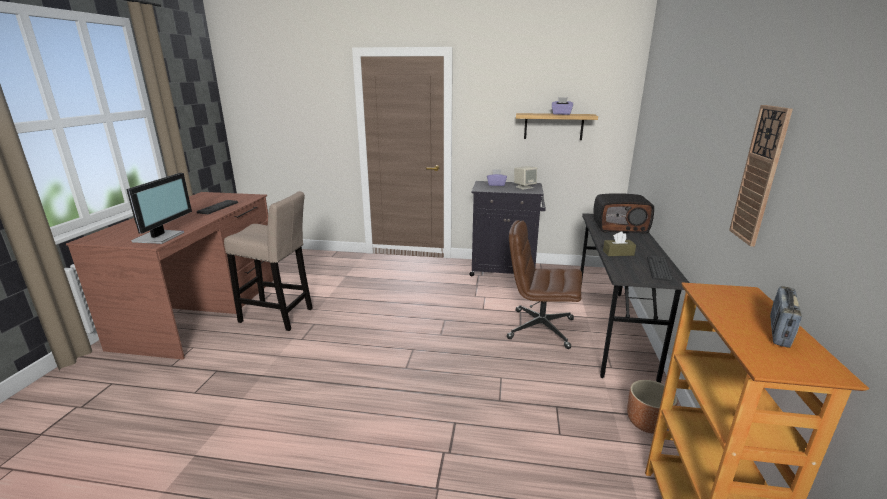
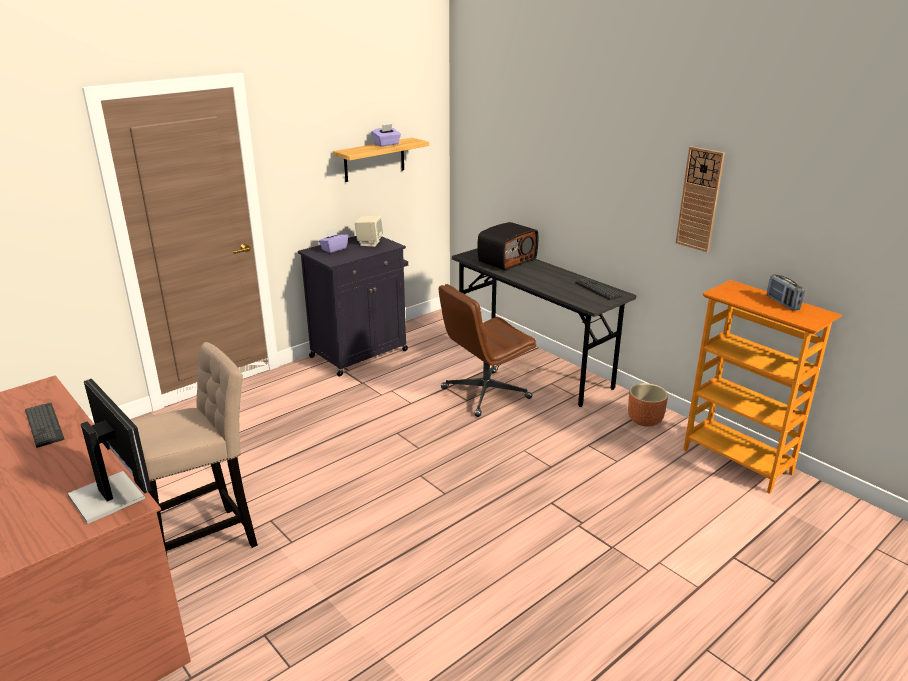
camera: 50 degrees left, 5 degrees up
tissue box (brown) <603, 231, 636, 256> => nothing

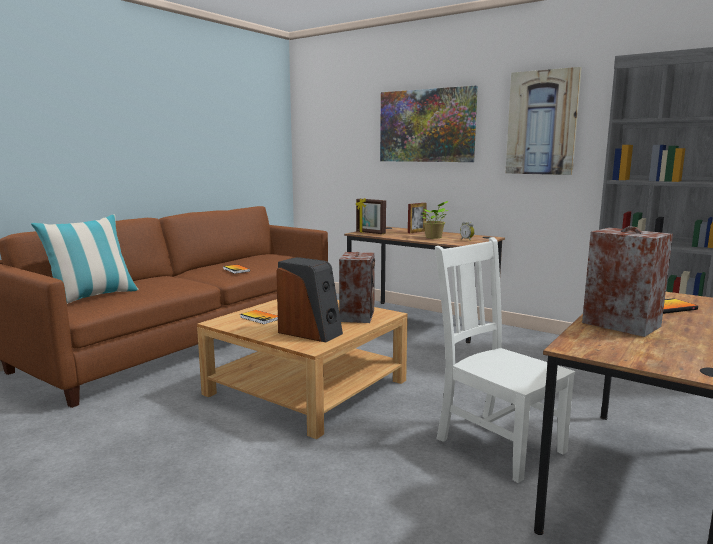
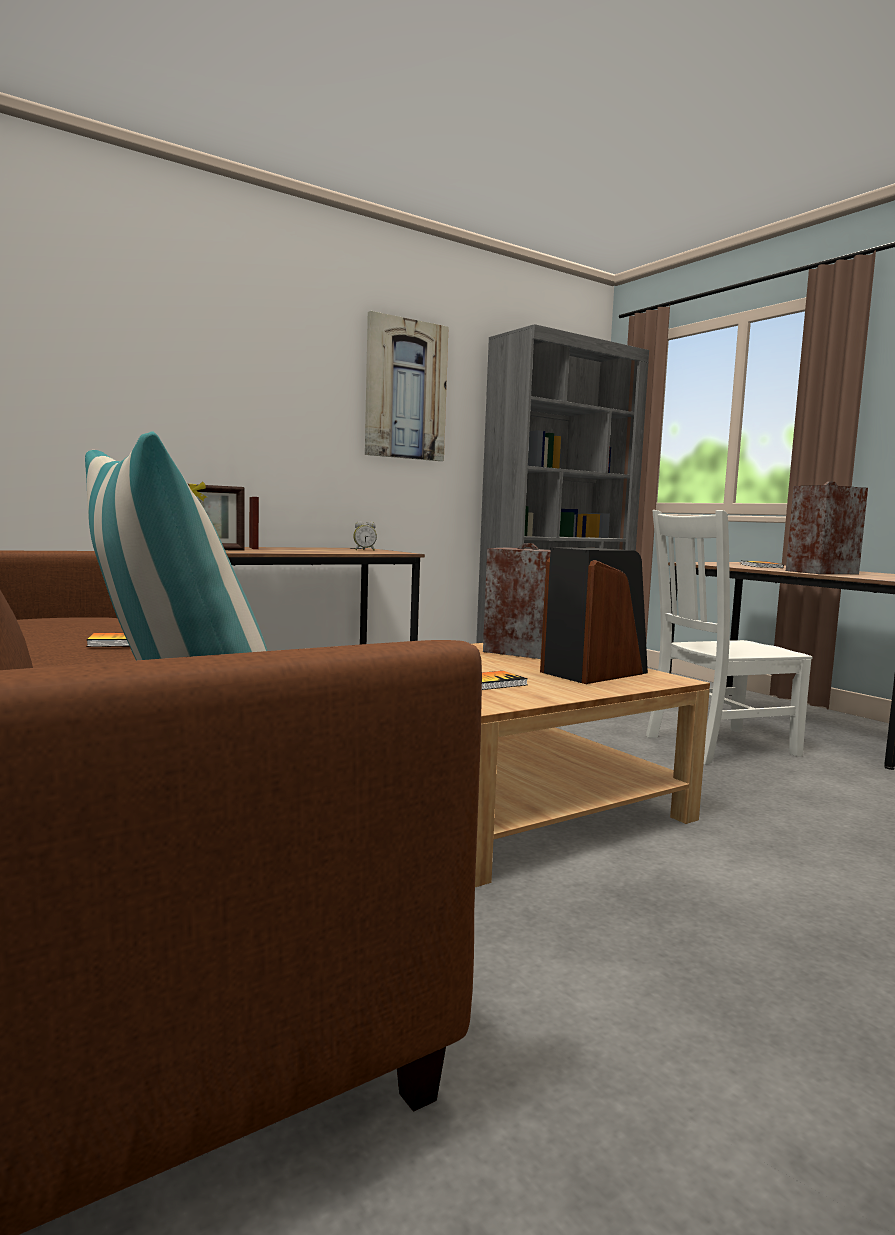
camera: 70 degrees left, 5 degrees down
picture <380, 86, 478, 162> => nothing
potted plant <421, 201, 448, 239> => nothing

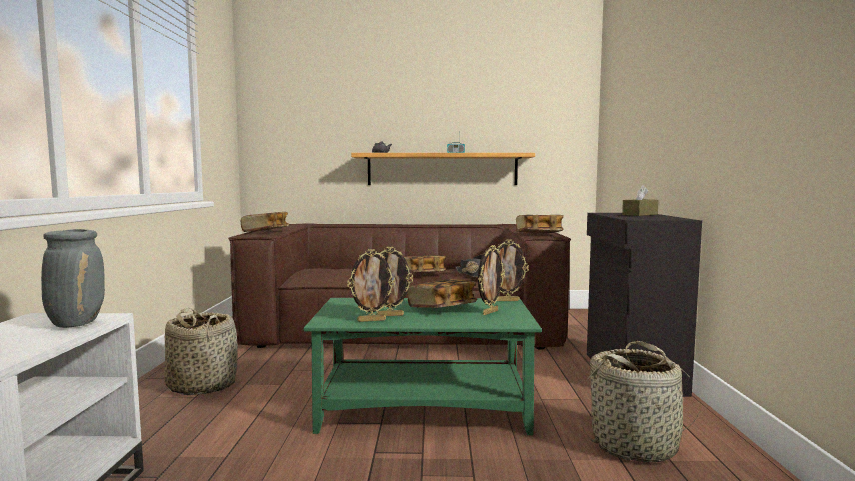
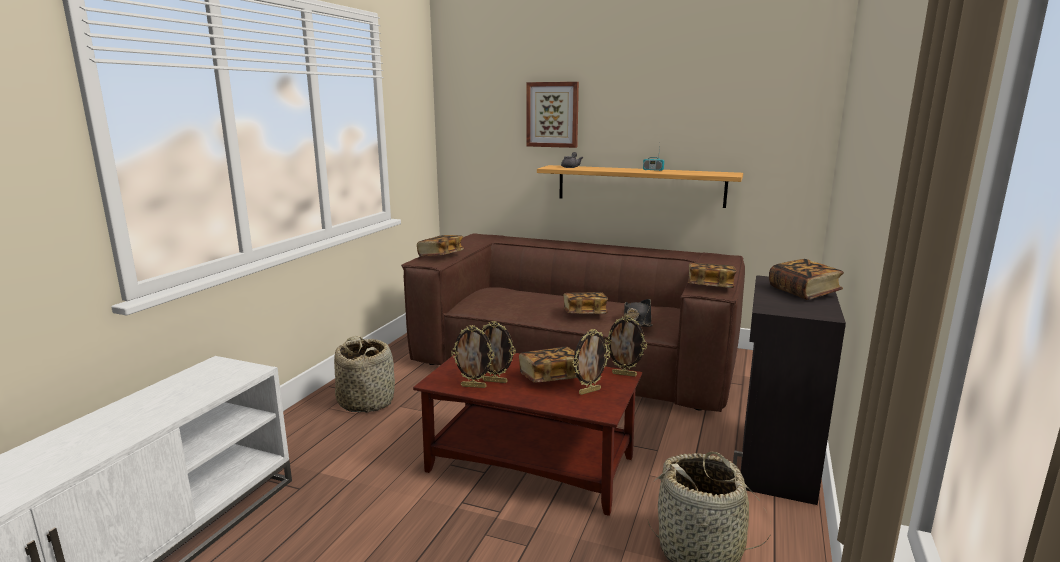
camera: 20 degrees right, 10 degrees up
vase (grey) <41, 229, 105, 328> => nothing
coffee table (green) <303, 298, 542, 435> => coffee table (brown) <413, 352, 642, 516>
tissue box (brown) <622, 185, 659, 216> => book <769, 259, 844, 300>
nothing => picture <526, 82, 579, 148>

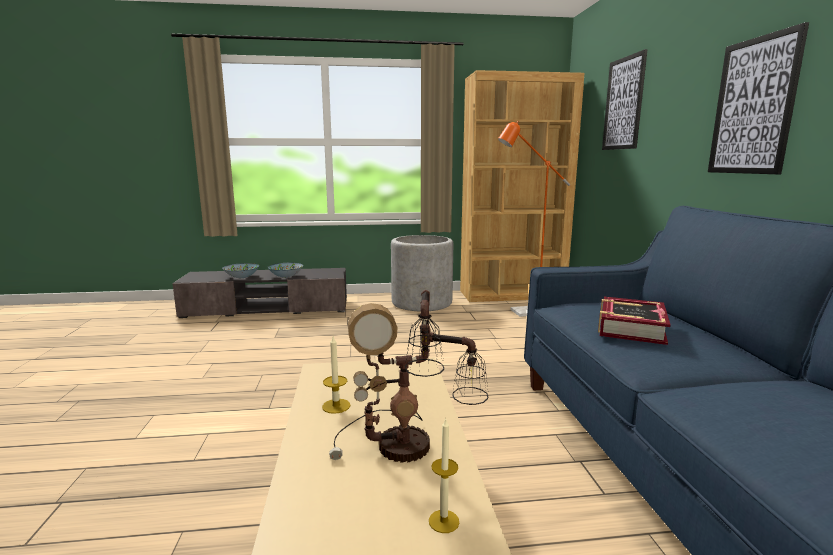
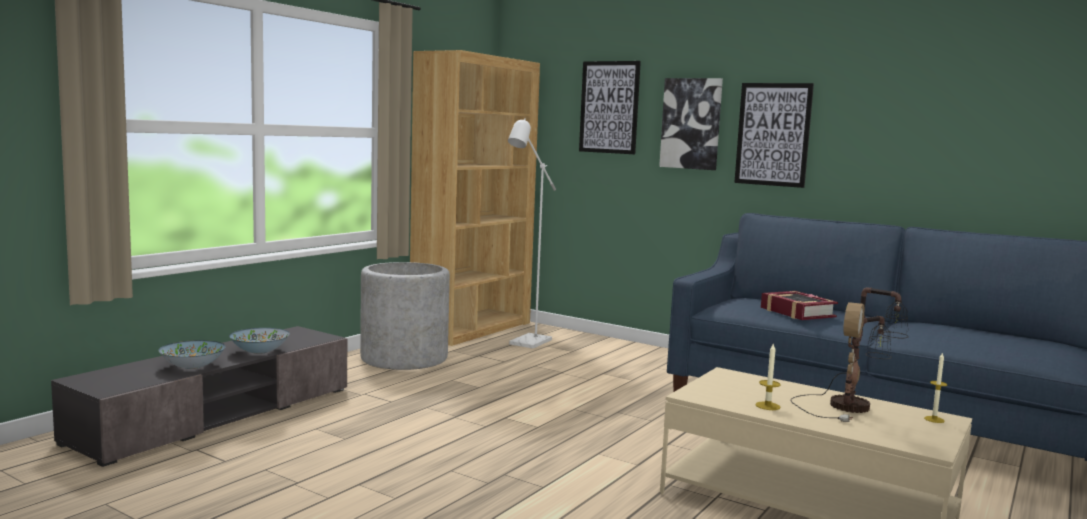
camera: 50 degrees left, 5 degrees down
floor lamp (orange) <498, 121, 570, 317> => floor lamp (white) <508, 118, 556, 349>
nothing => picture <659, 78, 723, 170>

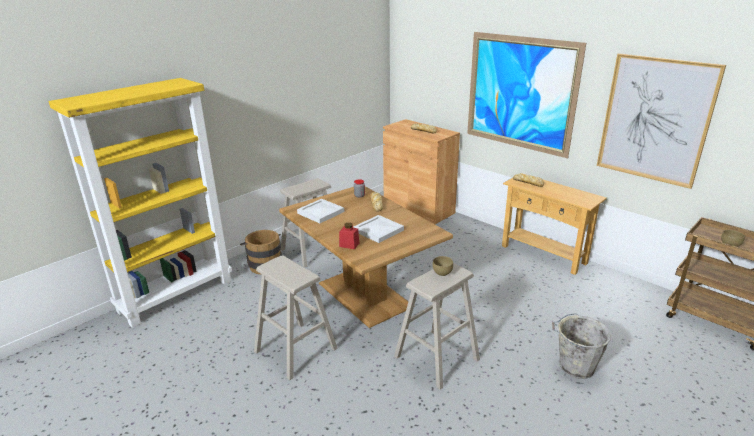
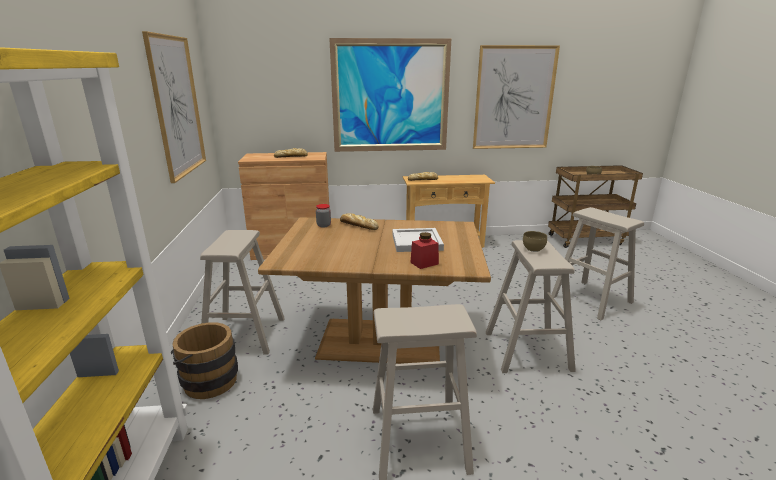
camera: 50 degrees left, 5 degrees down
tray (white) <297, 199, 344, 223> => nothing
bucket (grey) <552, 313, 611, 379> => stool (beige) <551, 207, 644, 320>
nothing => picture <142, 31, 206, 183>

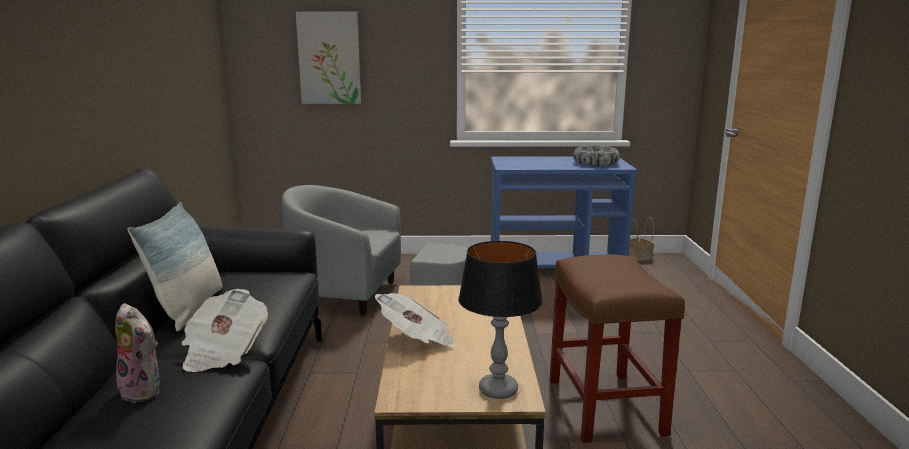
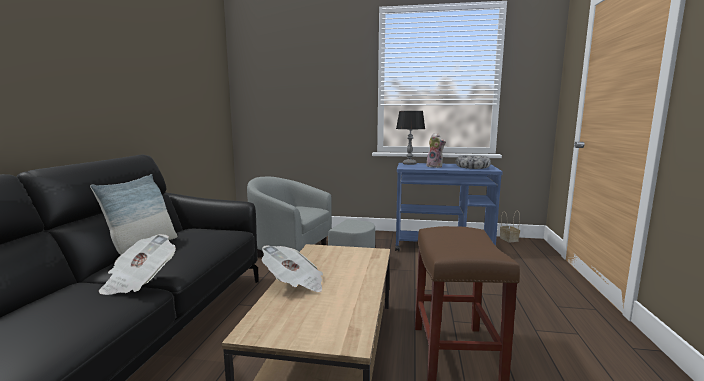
camera: 10 degrees right, 5 degrees down
plush toy <115, 303, 160, 403> => plush toy <426, 133, 446, 168>, moved
picture <296, 11, 361, 104> => nothing
table lamp <458, 241, 543, 399> => table lamp <396, 111, 425, 165>, moved

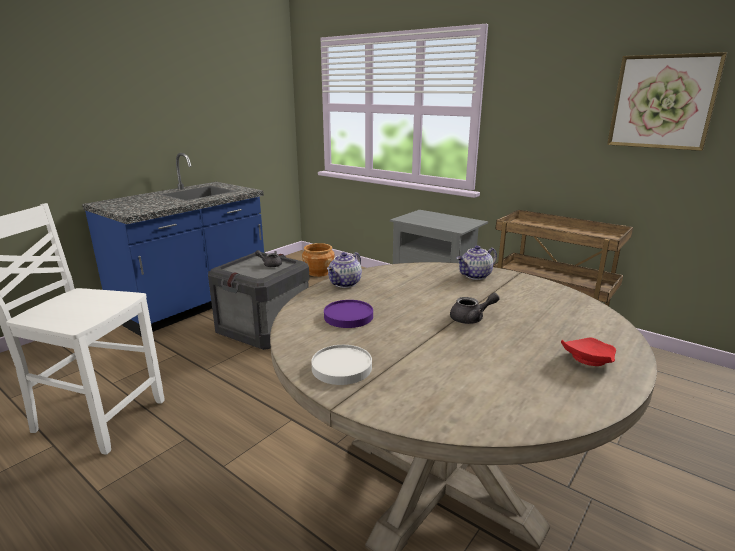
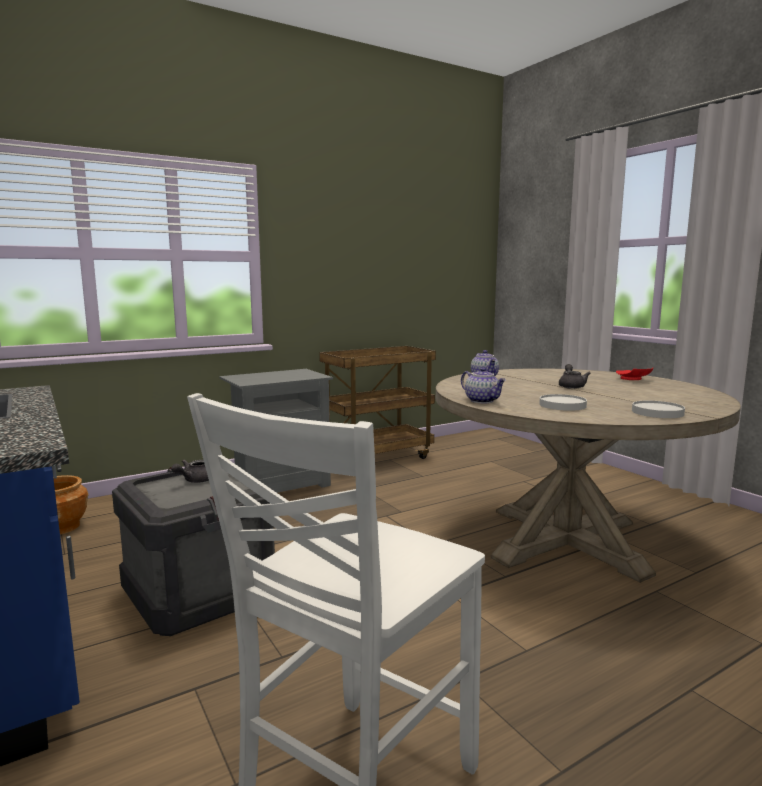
camera: 70 degrees left, 10 degrees down
plate (purple) <324, 300, 373, 328> => plate (white) <539, 394, 587, 411>
picture <607, 52, 727, 151> => nothing

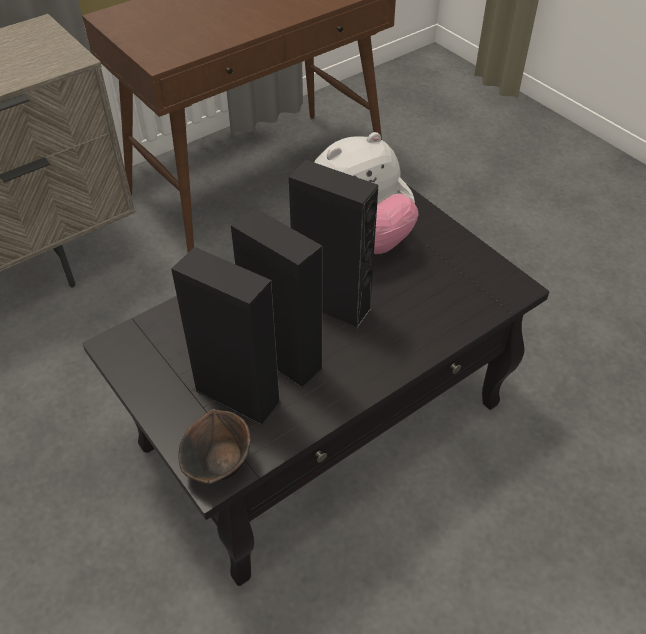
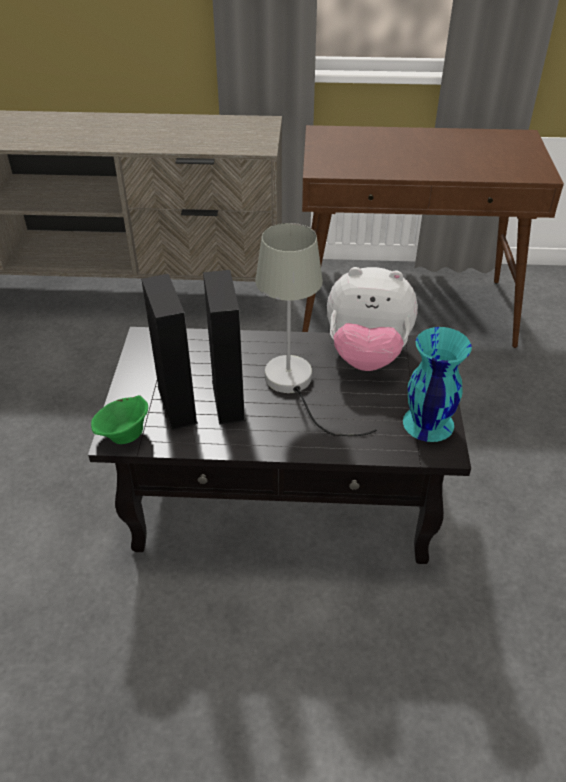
camera: 40 degrees right, 5 degrees down
bowl (brown) <178, 409, 251, 484> => bowl (green) <91, 395, 148, 444>
speaker (black) <289, 160, 378, 328> => table lamp (grey) <255, 223, 377, 436>
nothing => vase (turquoise) <403, 327, 472, 442>

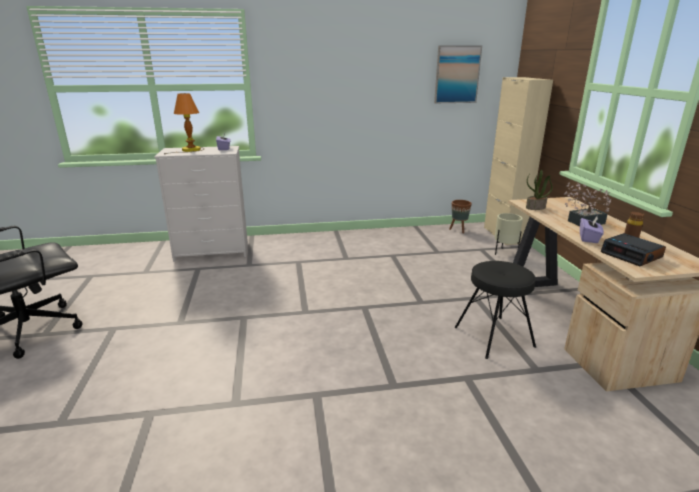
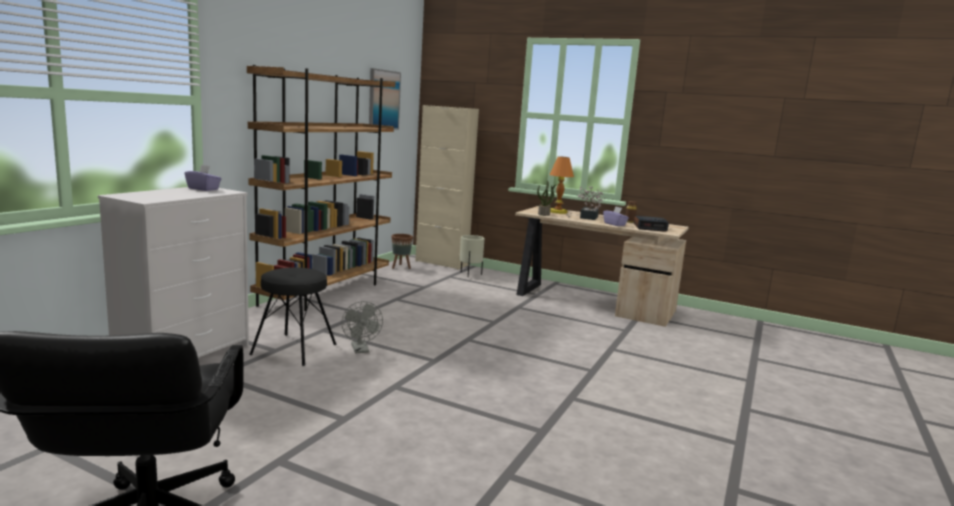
camera: 55 degrees left, 10 degrees down
table lamp <164, 93, 205, 154> => table lamp <550, 156, 574, 217>, moved
stool (black) <455, 261, 536, 359> => stool (black) <249, 267, 337, 366>, moved
nothing => bookcase (brown) <247, 65, 395, 311>
nothing => fan (grey) <342, 301, 383, 353>

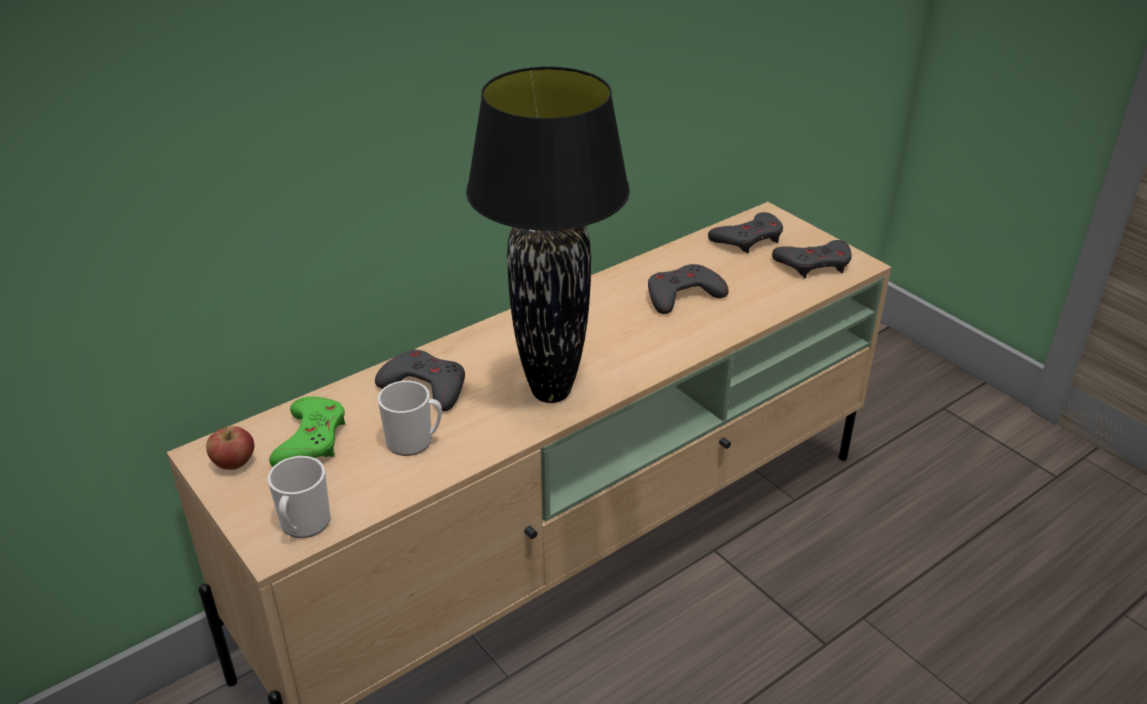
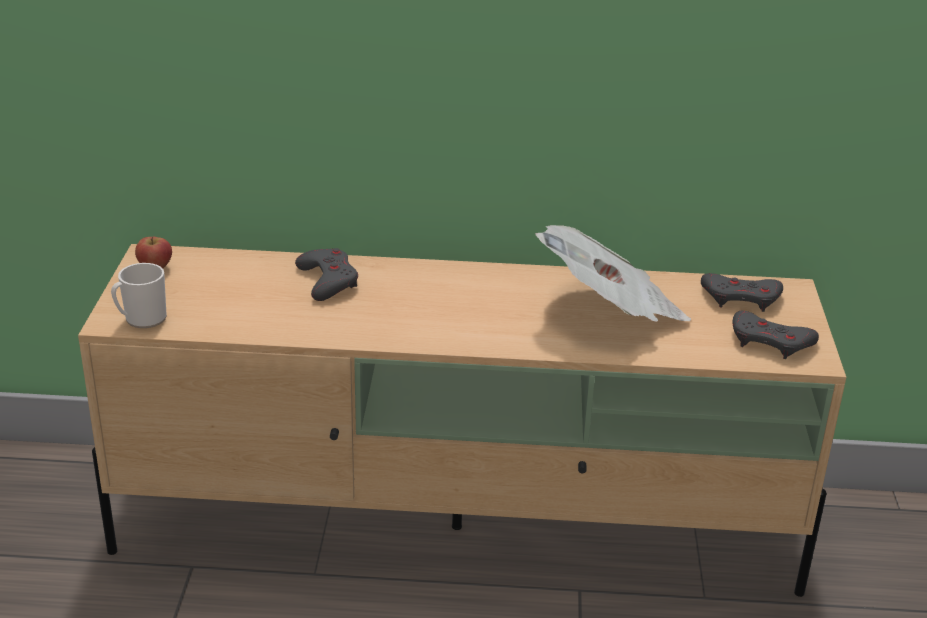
camera: 40 degrees right, 5 degrees down
game controller (green) <269, 396, 345, 467> => nothing
mug <378, 381, 442, 456> => nothing
table lamp (black) <466, 66, 630, 403> => nothing
game controller (grey) <648, 264, 729, 314> => newspaper <535, 225, 691, 322>

